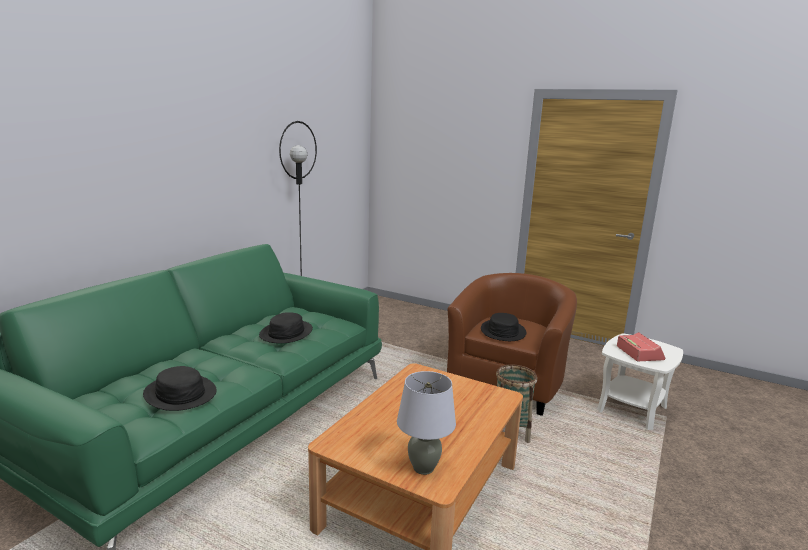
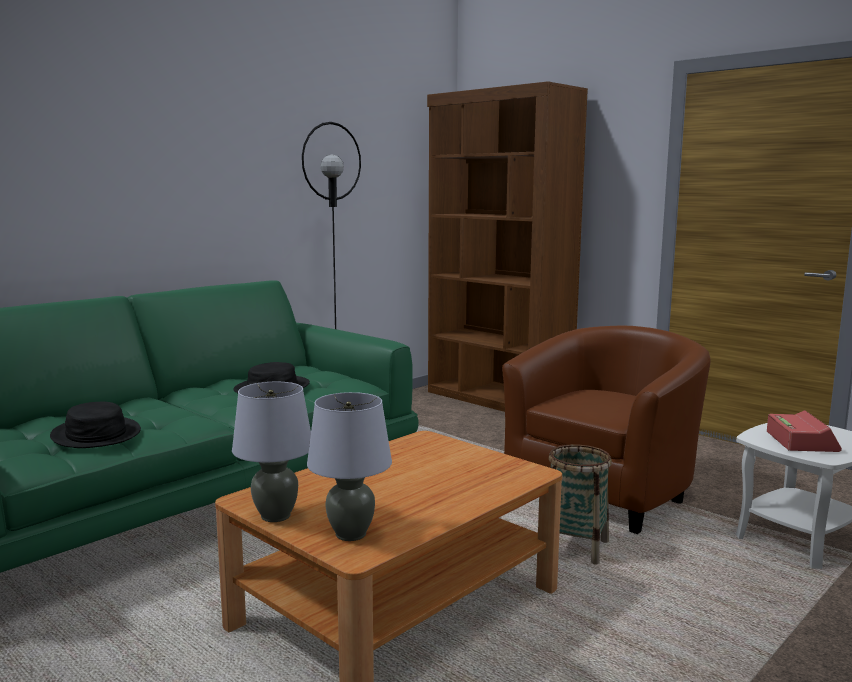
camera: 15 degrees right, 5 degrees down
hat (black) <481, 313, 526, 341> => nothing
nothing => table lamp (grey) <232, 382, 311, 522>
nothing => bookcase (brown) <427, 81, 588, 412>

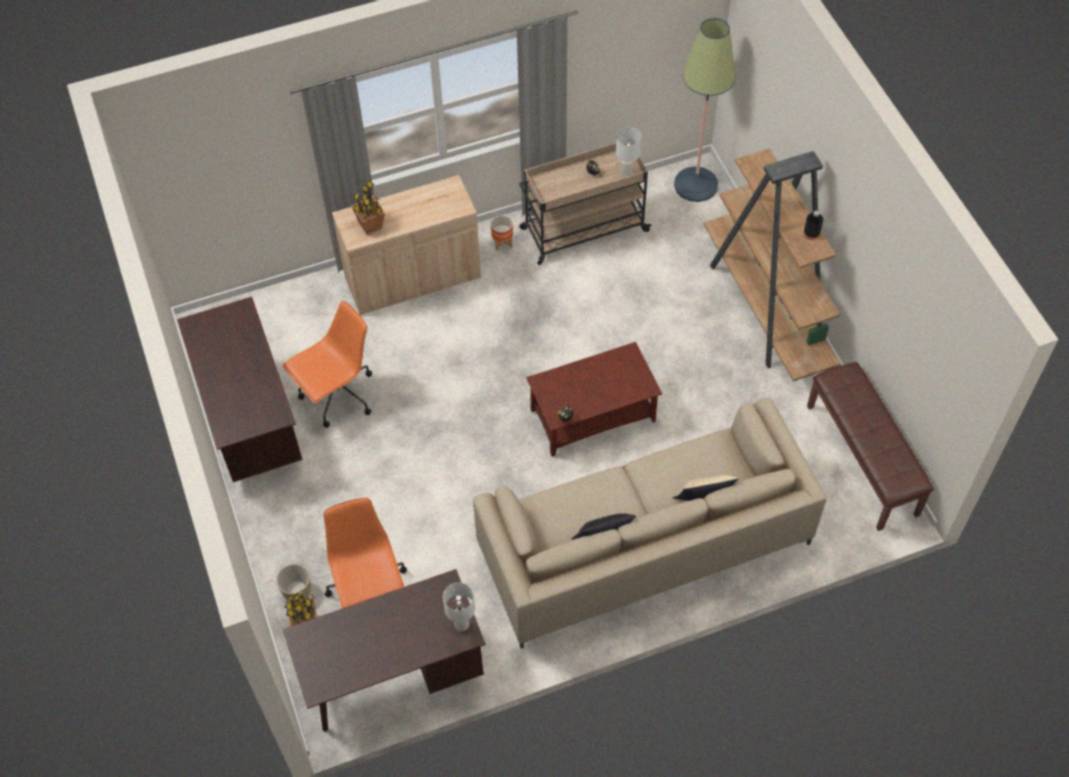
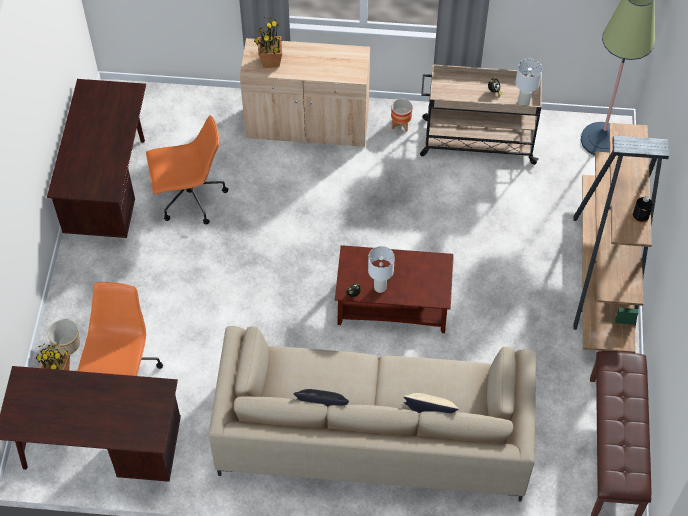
camera: 25 degrees right, 0 degrees up
table lamp (white) <443, 583, 475, 631> => table lamp (white) <368, 246, 395, 293>, moved

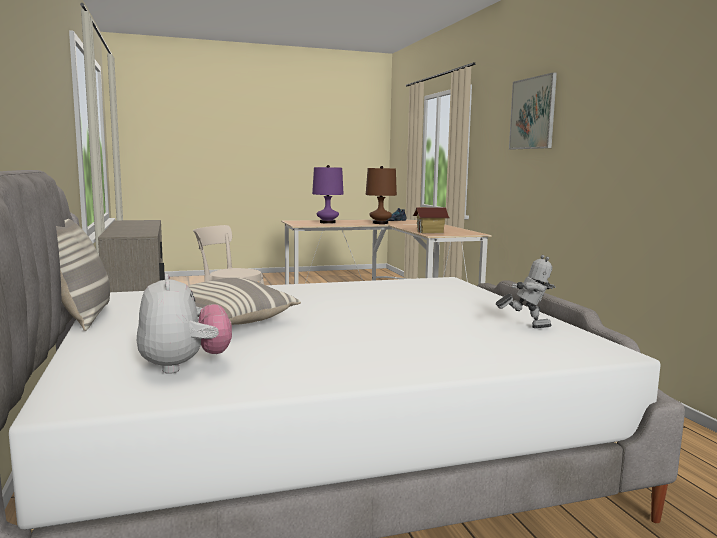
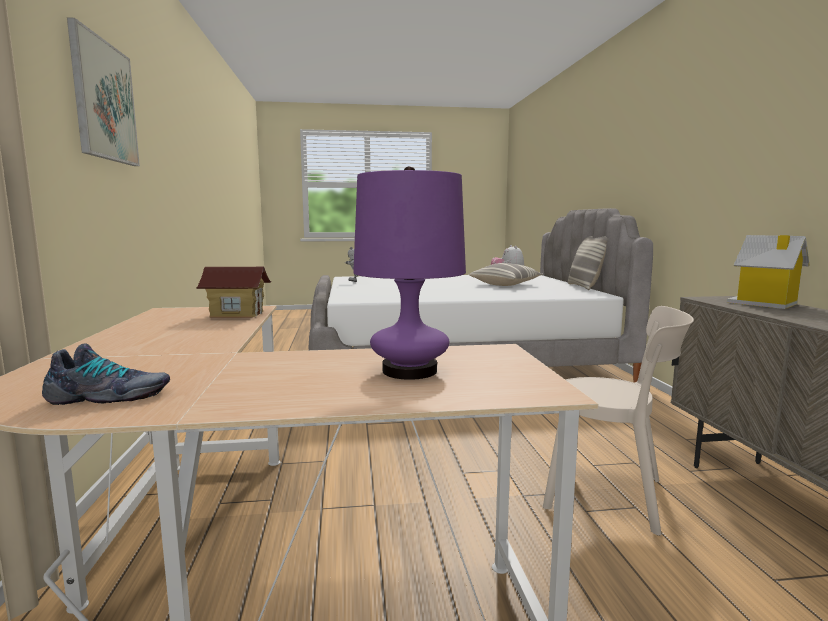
camera: 170 degrees left, 0 degrees up
table lamp (brown) <366, 166, 397, 224> => nothing
nothing => toy house <727, 235, 809, 309>

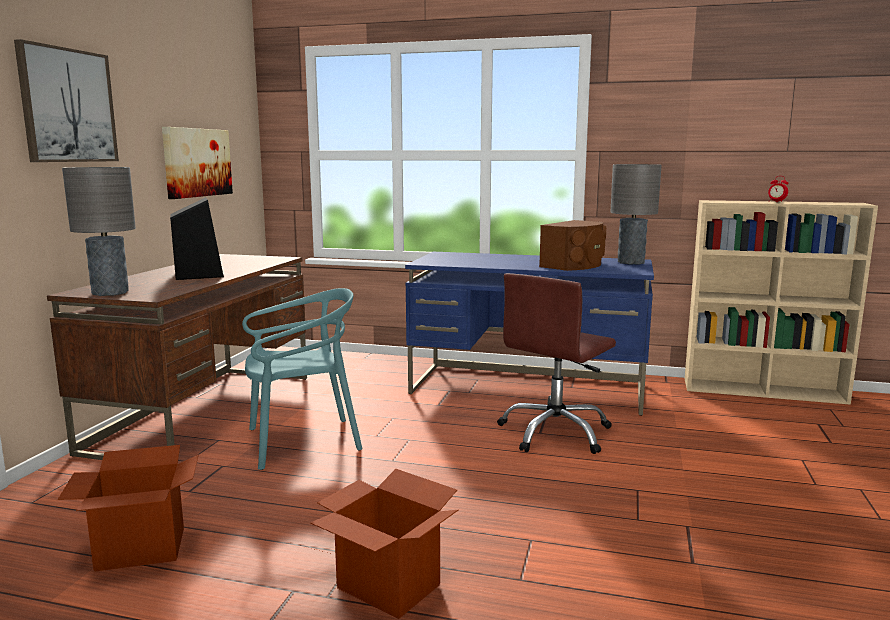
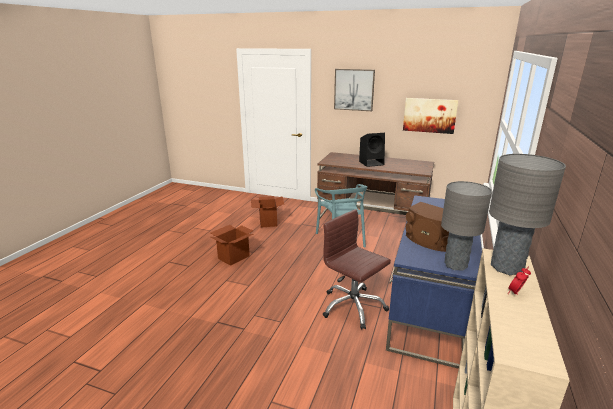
camera: 95 degrees right, 10 degrees up
table lamp (grey) <62, 167, 136, 296> => table lamp (grey) <489, 154, 566, 275>, moved

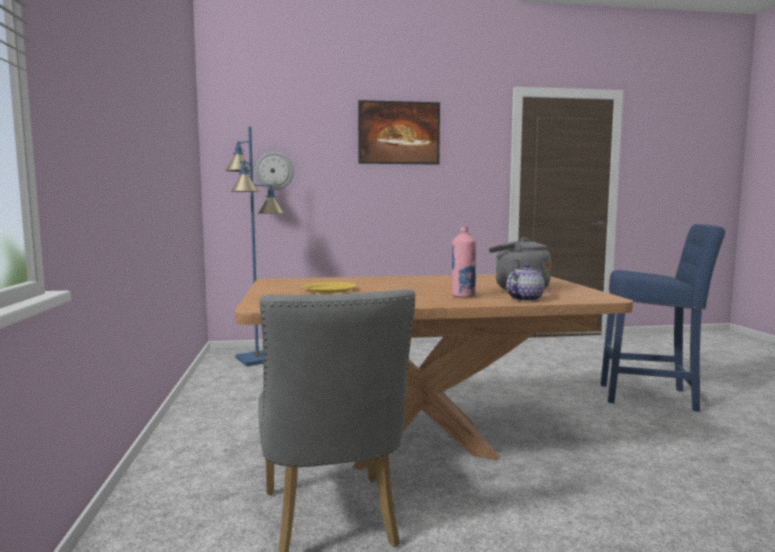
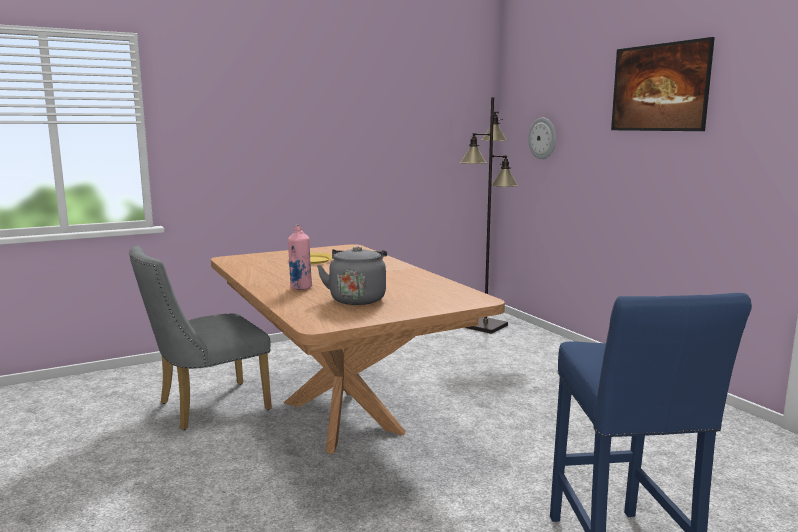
camera: 70 degrees right, 5 degrees up
floor lamp (blue) <225, 126, 285, 367> => floor lamp (black) <460, 97, 519, 334>
teapot <506, 263, 545, 301> => nothing

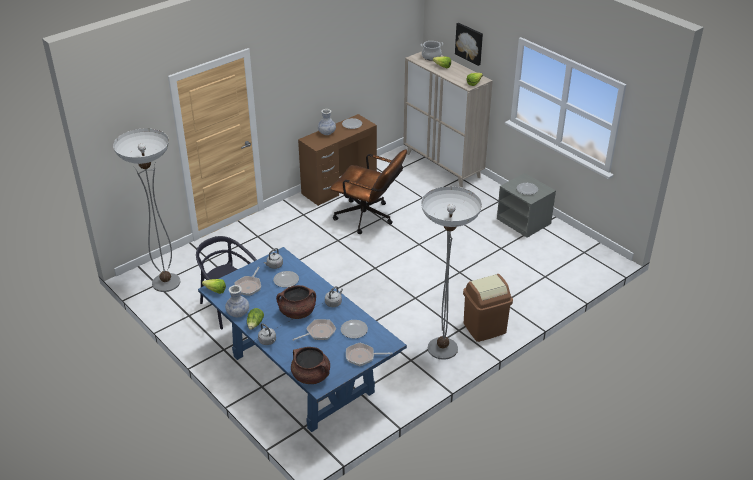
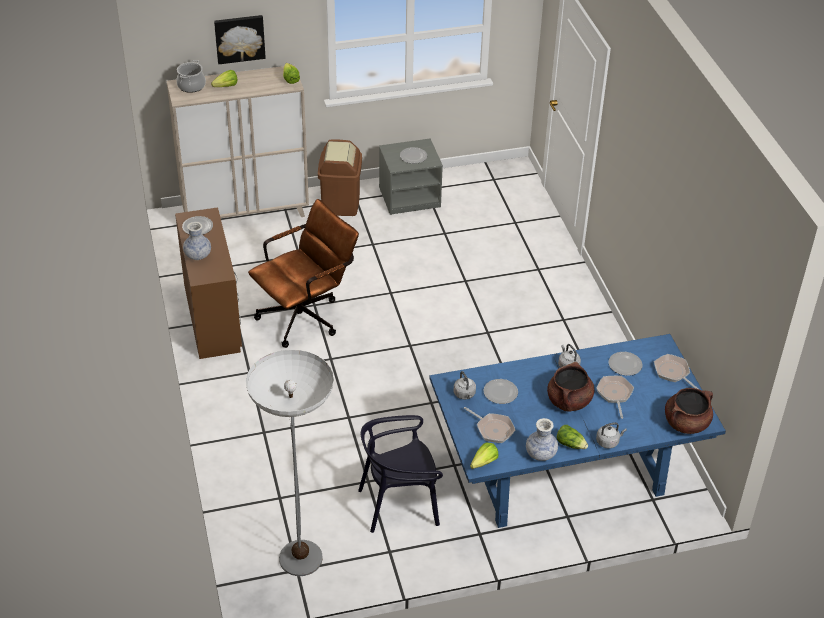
camera: 65 degrees left, 5 degrees up
frying pan <346, 343, 392, 366> => frying pan <654, 354, 700, 390>, 120 degrees clockwise
floor lamp <421, 186, 482, 360> => nothing
trash can (brown) <463, 274, 513, 342> => trash can (brown) <318, 140, 362, 216>, moved

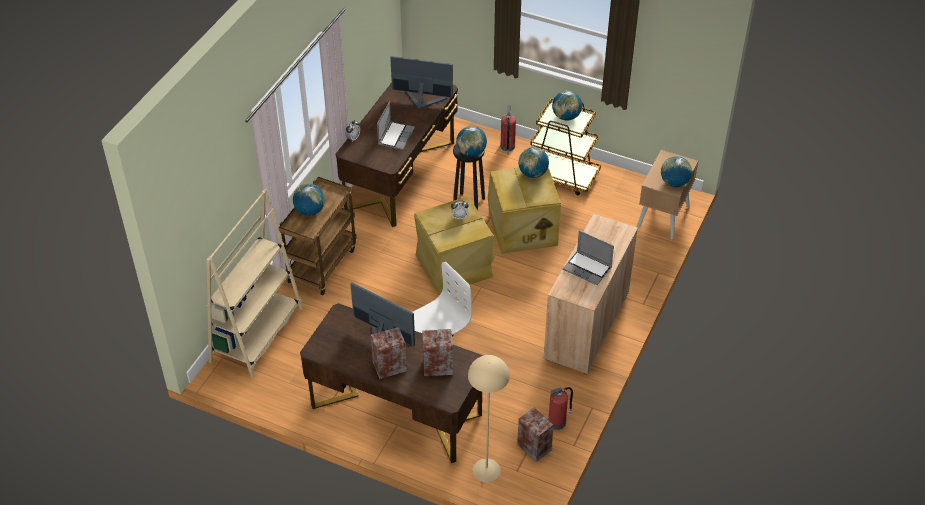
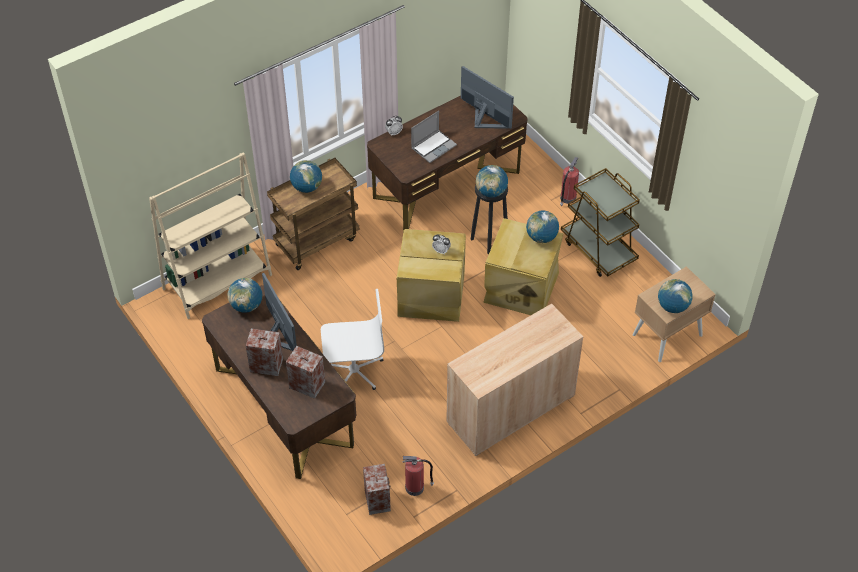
camera: 30 degrees right, 5 degrees up
floor lamp (beige) <468, 355, 510, 482> => nothing
globe <552, 90, 582, 121> => globe <228, 278, 262, 313>, moved
laptop <563, 230, 614, 285> => nothing

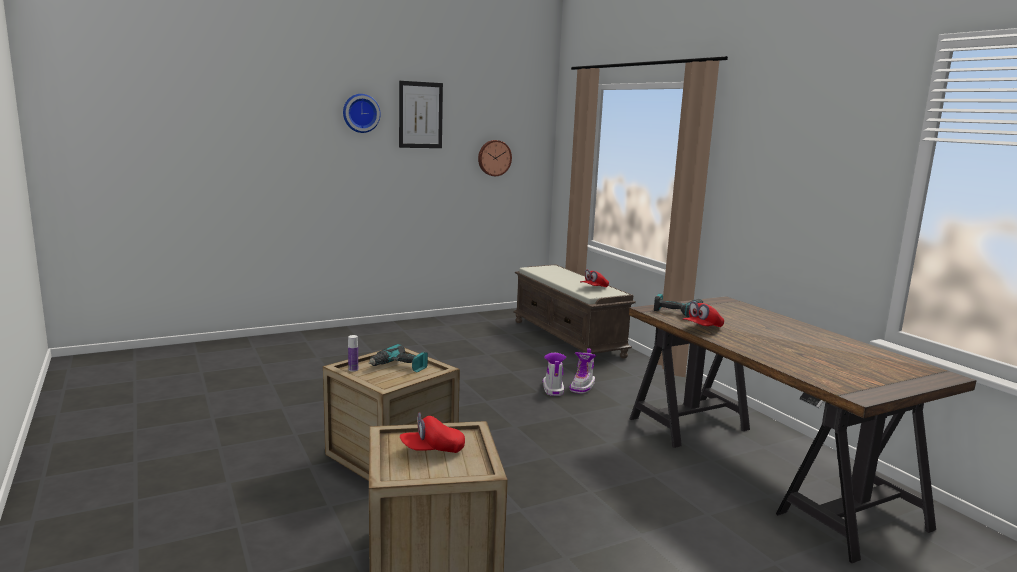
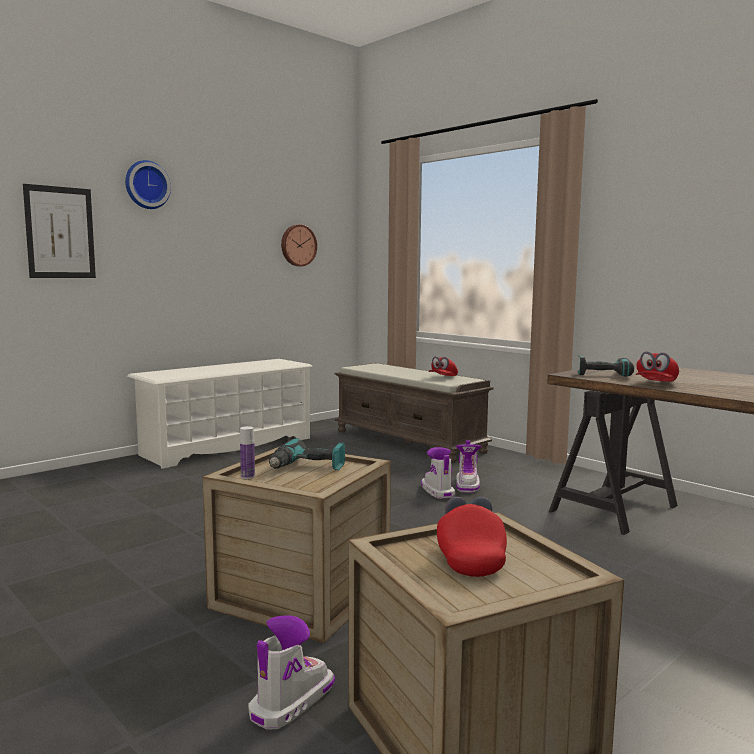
camera: 15 degrees left, 5 degrees down
picture <399, 81, 443, 148> => picture <23, 184, 96, 278>, moved
cap (red) <400, 412, 465, 453> => cap (red) <437, 497, 507, 577>, 120 degrees clockwise
nothing => shoe rack (white) <127, 359, 312, 469>
nothing => boot <248, 615, 335, 730>

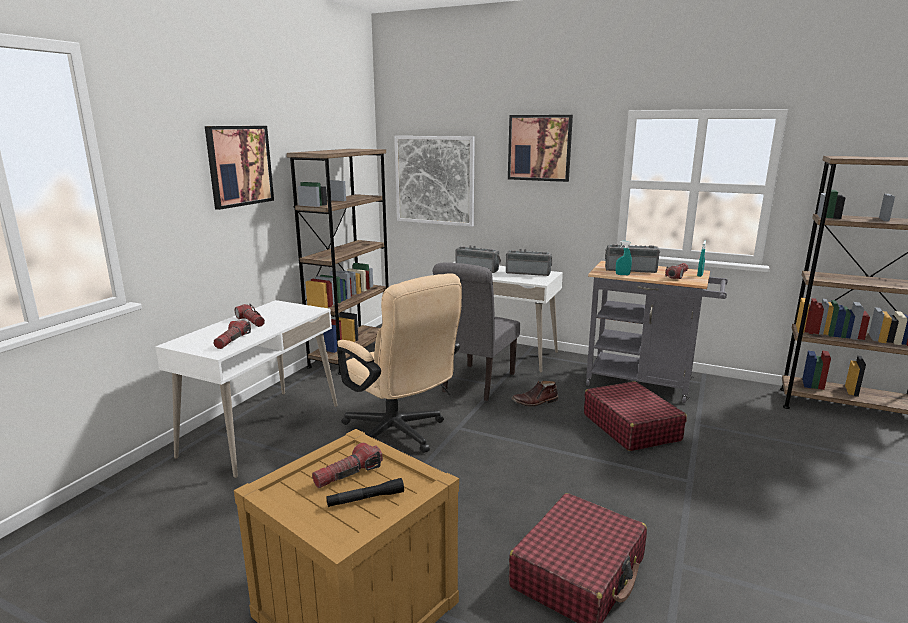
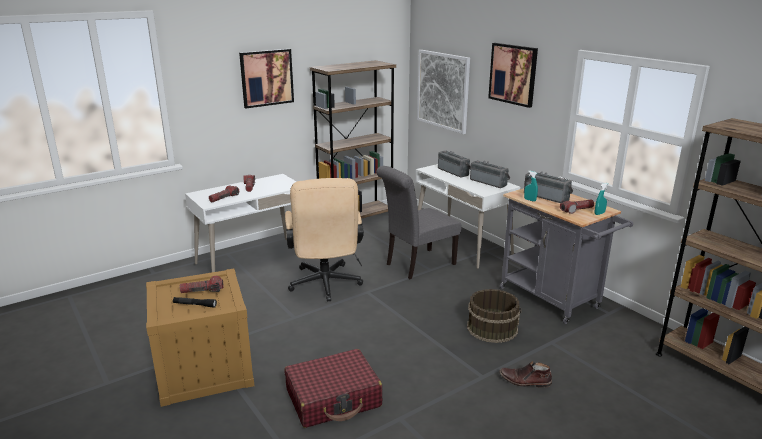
camera: 30 degrees right, 5 degrees up
boot (brown) <512, 381, 558, 407> => boot (brown) <499, 361, 552, 388>, moved
suitcase (red) <584, 381, 687, 451> => bucket (brown) <467, 289, 521, 343>

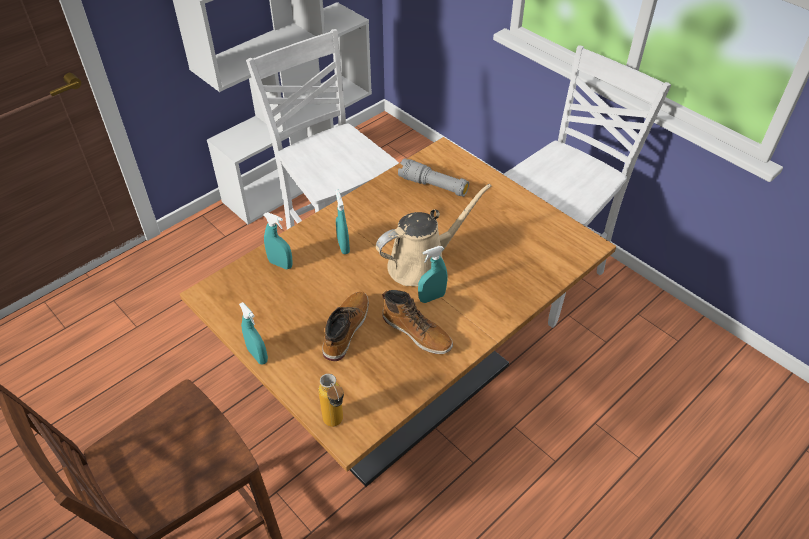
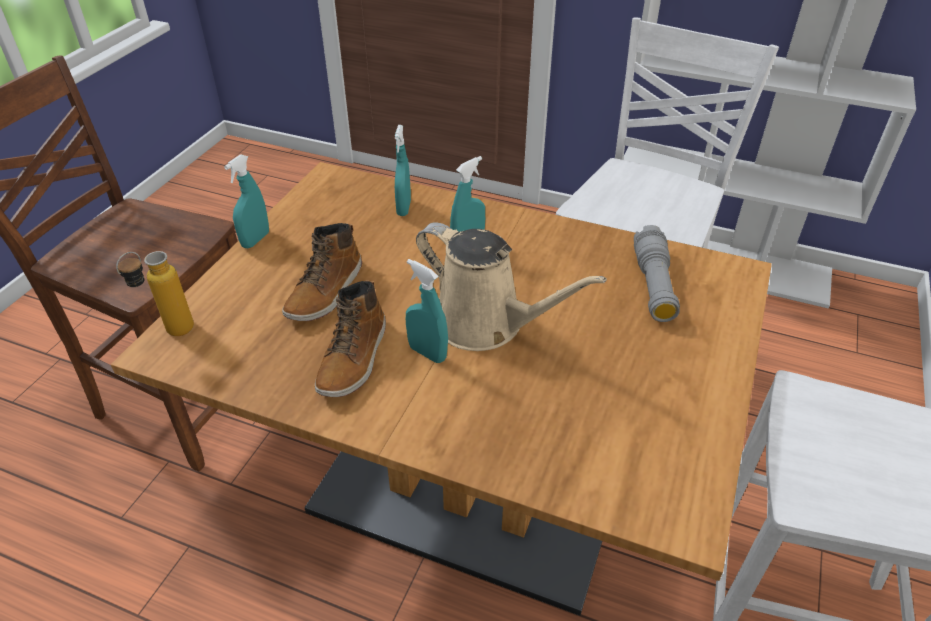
camera: 65 degrees right, 5 degrees down
boot <322, 292, 369, 361> => boot <282, 223, 362, 321>, 120 degrees clockwise

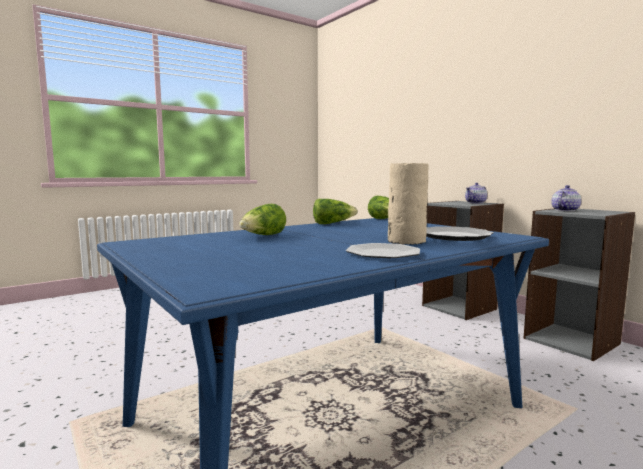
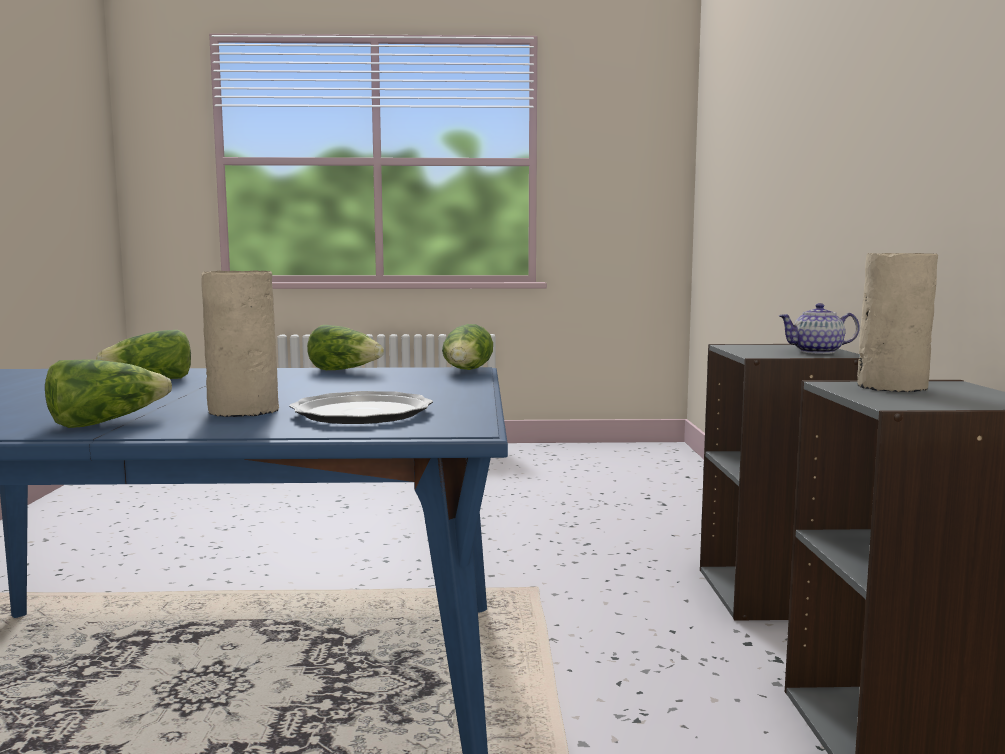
camera: 35 degrees right, 0 degrees up
plate <346, 243, 420, 258> => lettuce <45, 359, 172, 428>
teapot <551, 185, 581, 211> => vase (beige) <857, 253, 938, 392>

